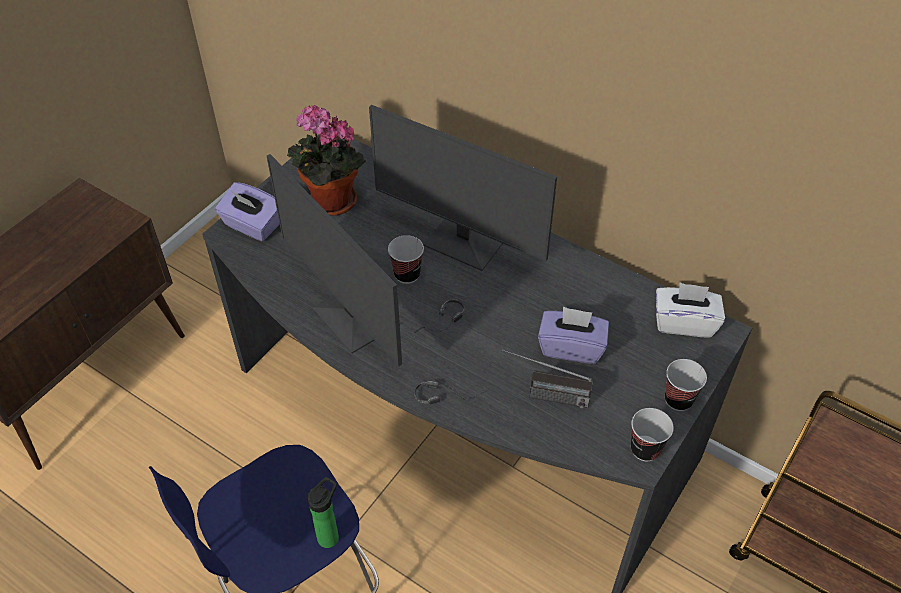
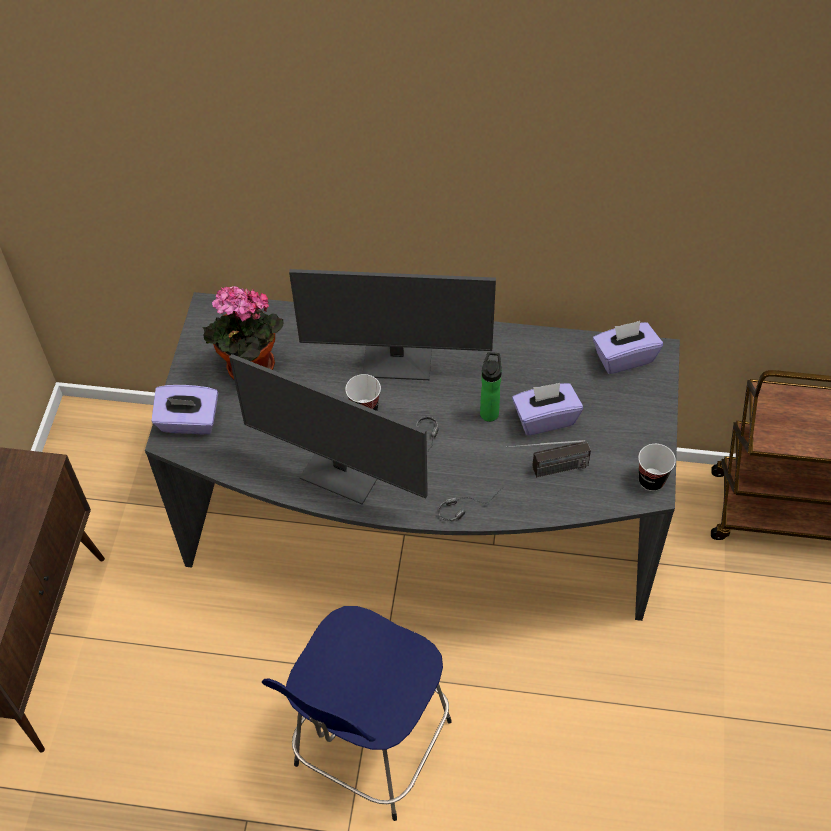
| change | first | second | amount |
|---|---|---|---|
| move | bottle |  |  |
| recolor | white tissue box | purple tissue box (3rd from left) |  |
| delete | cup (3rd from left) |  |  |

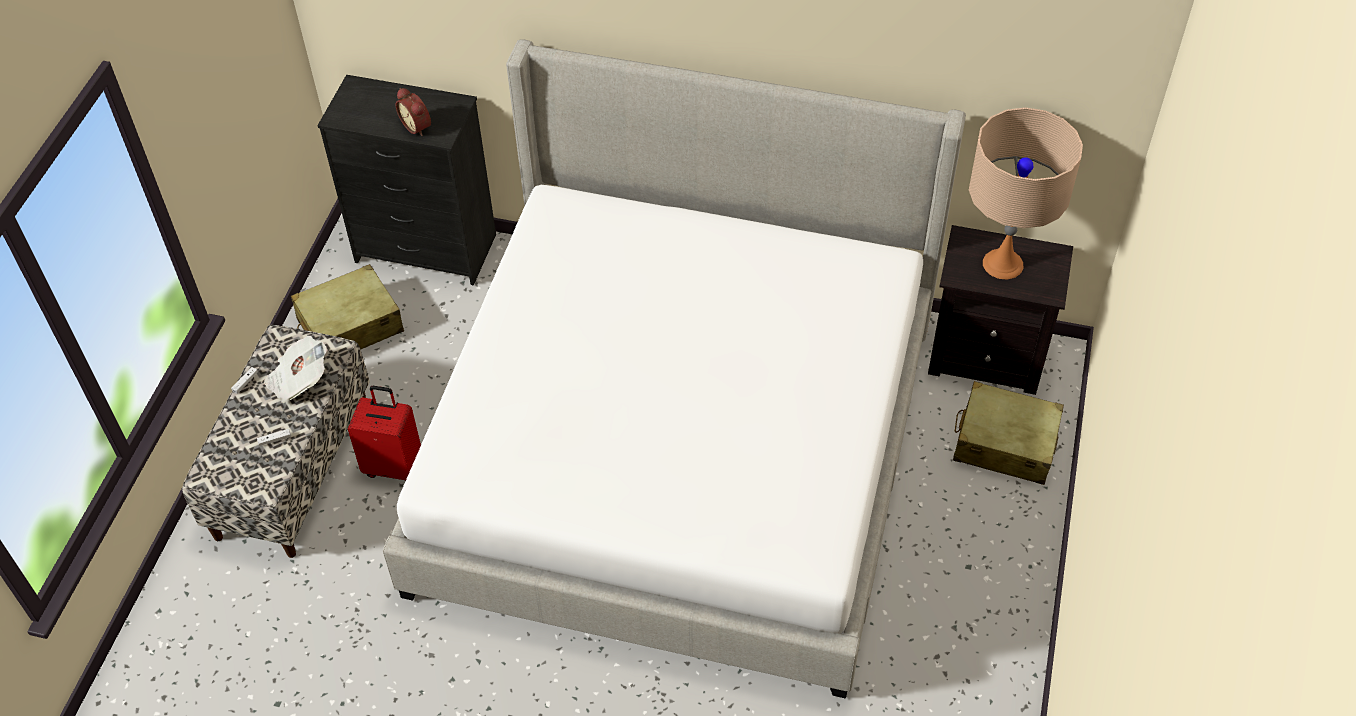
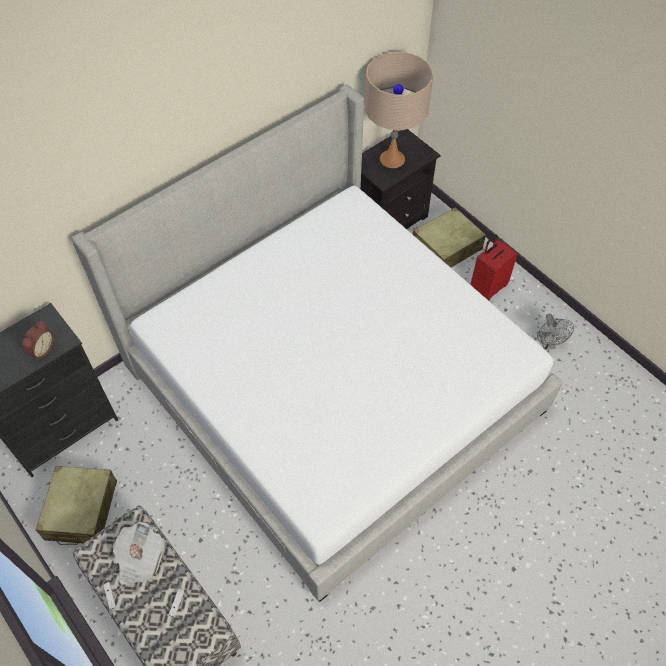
| change | first | second | amount |
|---|---|---|---|
| move | red suitcase |  |  |
| rotate | alarm clock |  | 60 degrees counterclockwise |
| insert |  | grey fan |  |

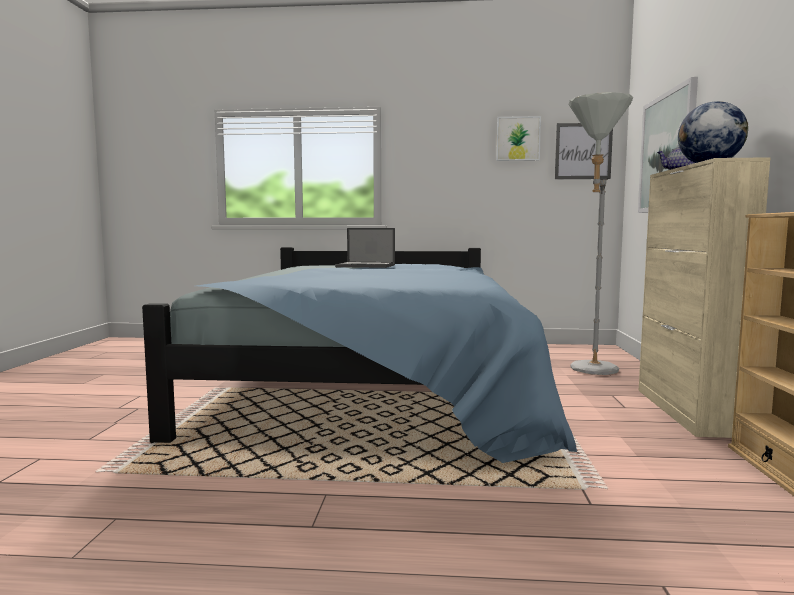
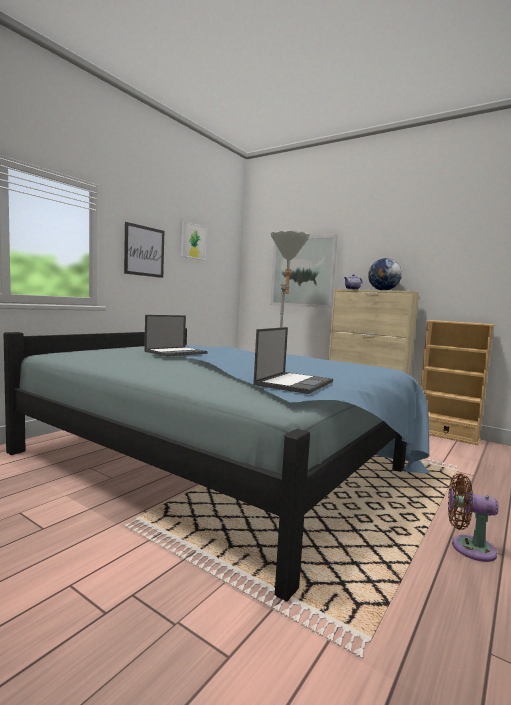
| change | first | second | amount |
|---|---|---|---|
| move | picture (2nd from left in the first image) | picture (1st from left) |  |
| insert |  | laptop (2nd from left) |  |
| insert |  | brown fan |  |

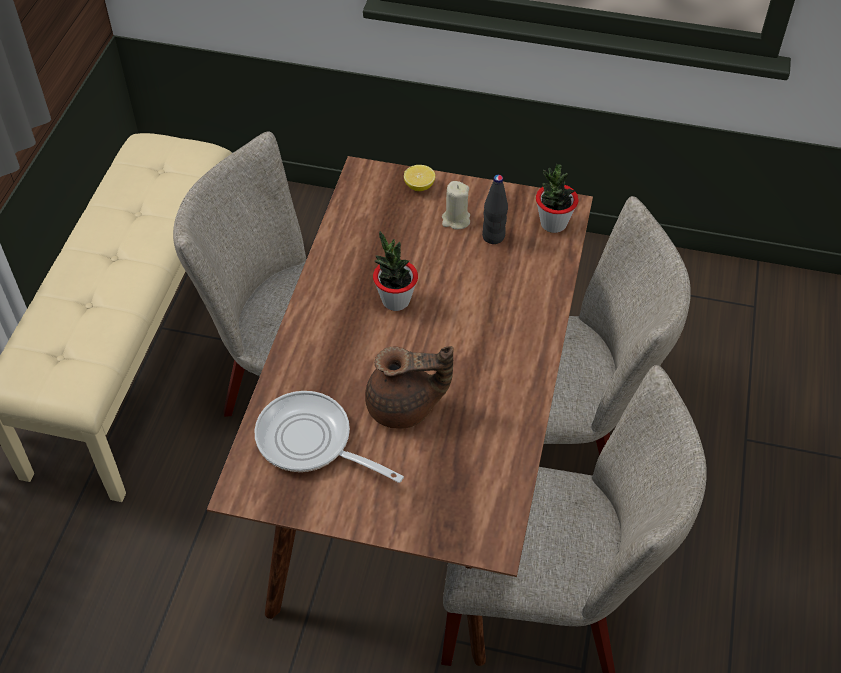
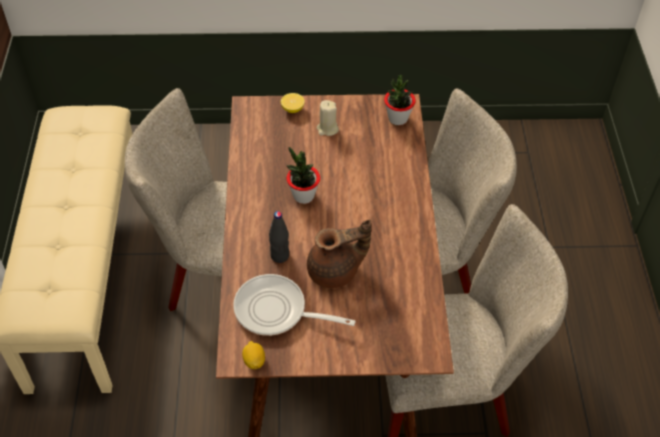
| change | first | second | amount |
|---|---|---|---|
| move | black bottle |  |  |
| insert |  | lemon (1st from left) |  |

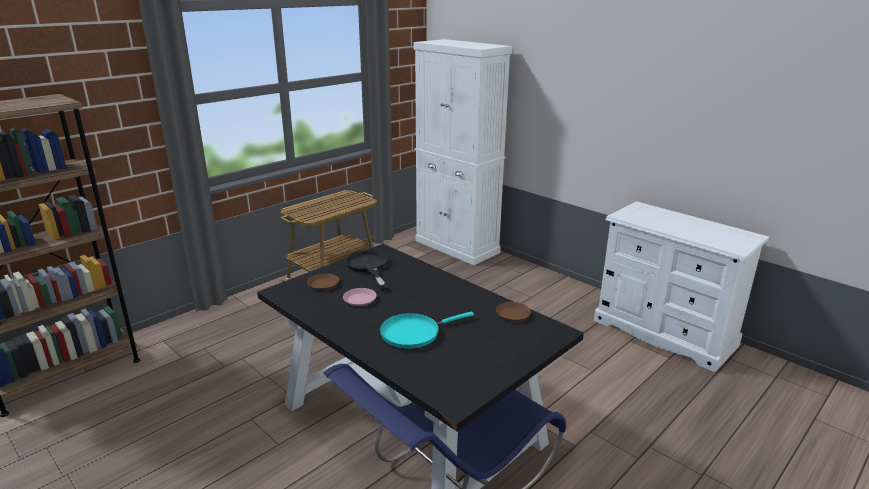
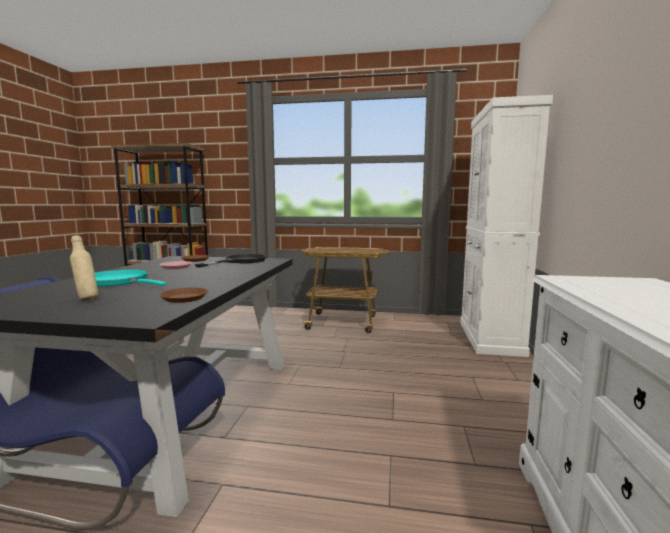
| change | first | second | amount |
|---|---|---|---|
| insert |  | beige bottle |  |

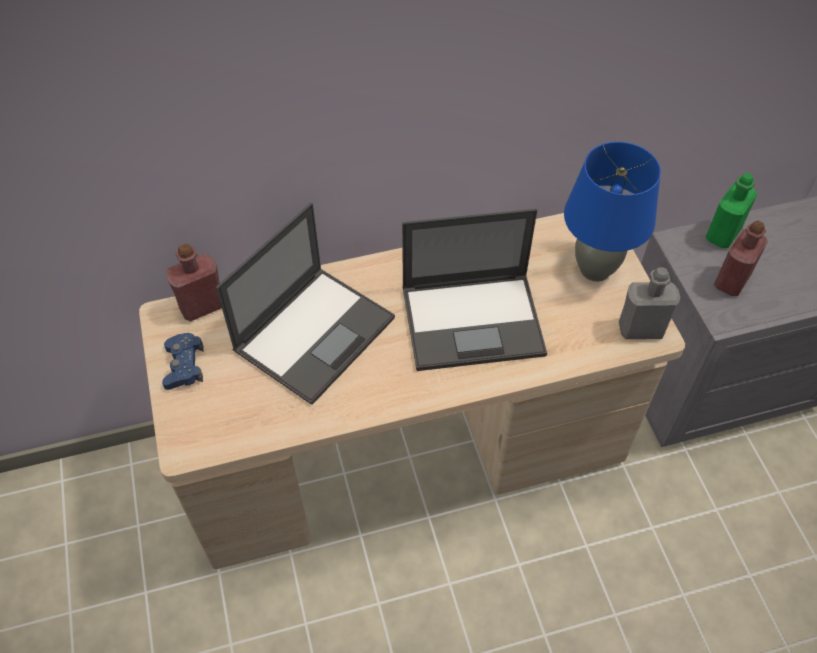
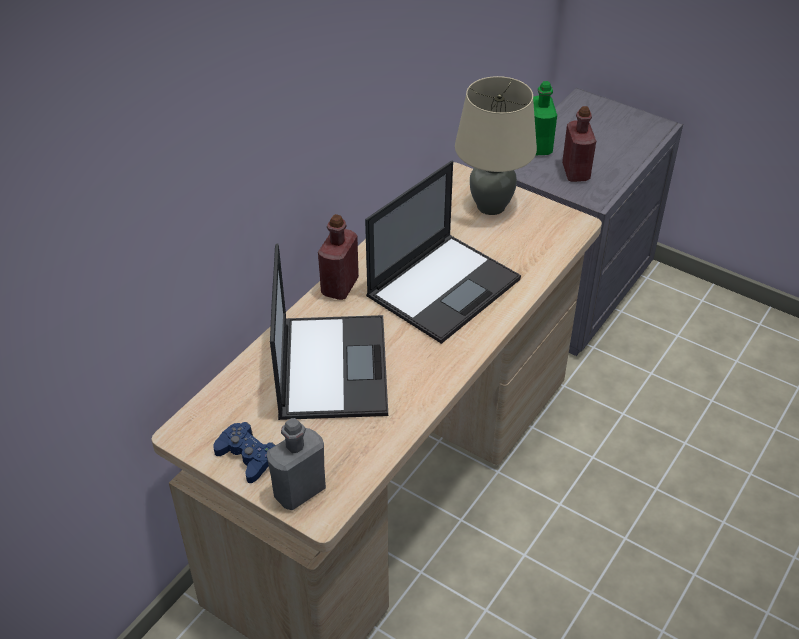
| change | first | second | amount |
|---|---|---|---|
| move | red bottle (1st from left) |  |  |
| recolor | blue table lamp | beige table lamp |  |
| move | grey bottle |  |  |

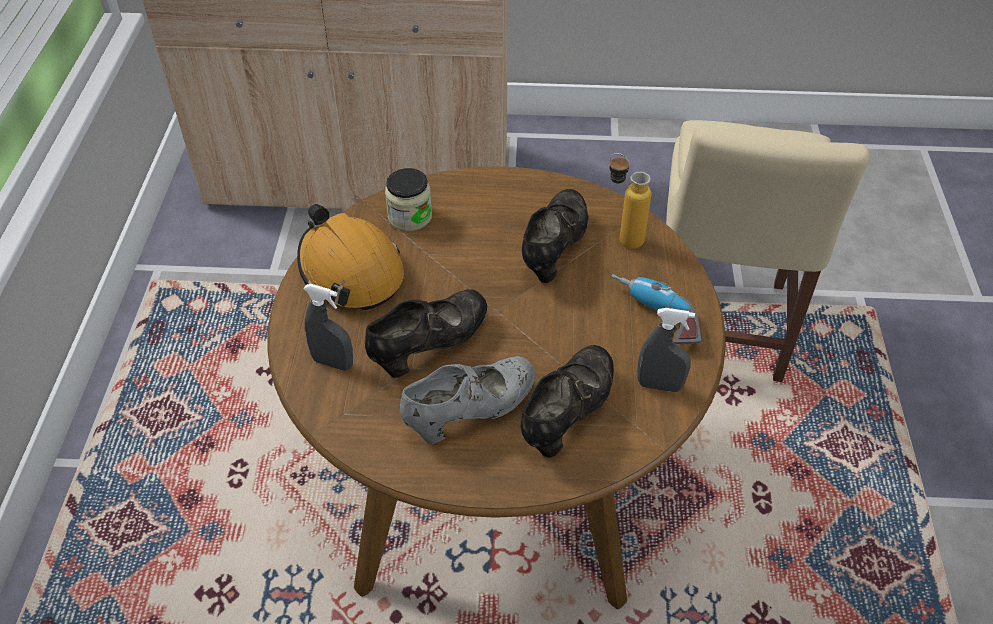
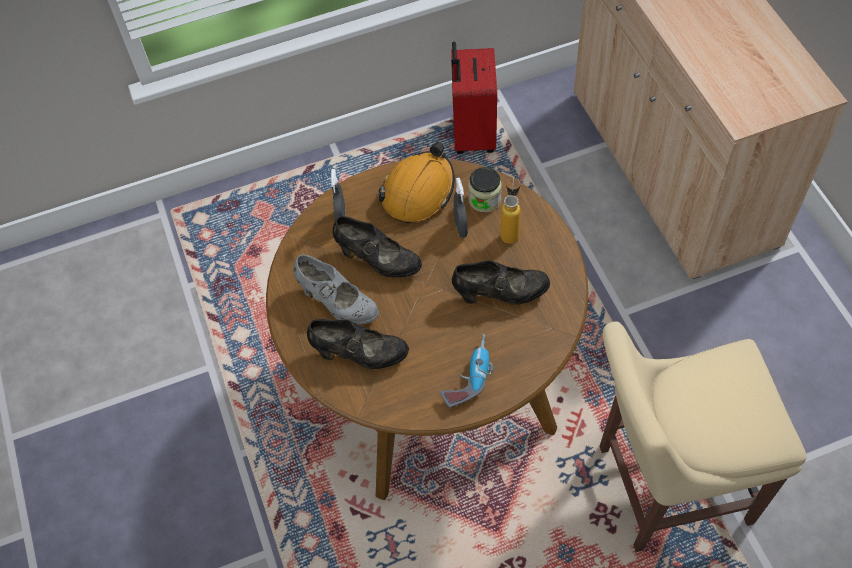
| change | first | second | amount |
|---|---|---|---|
| move | bottle |  |  |
| move | grey spray bottle (2nd from left) |  |  |
| insert |  | red suitcase |  |

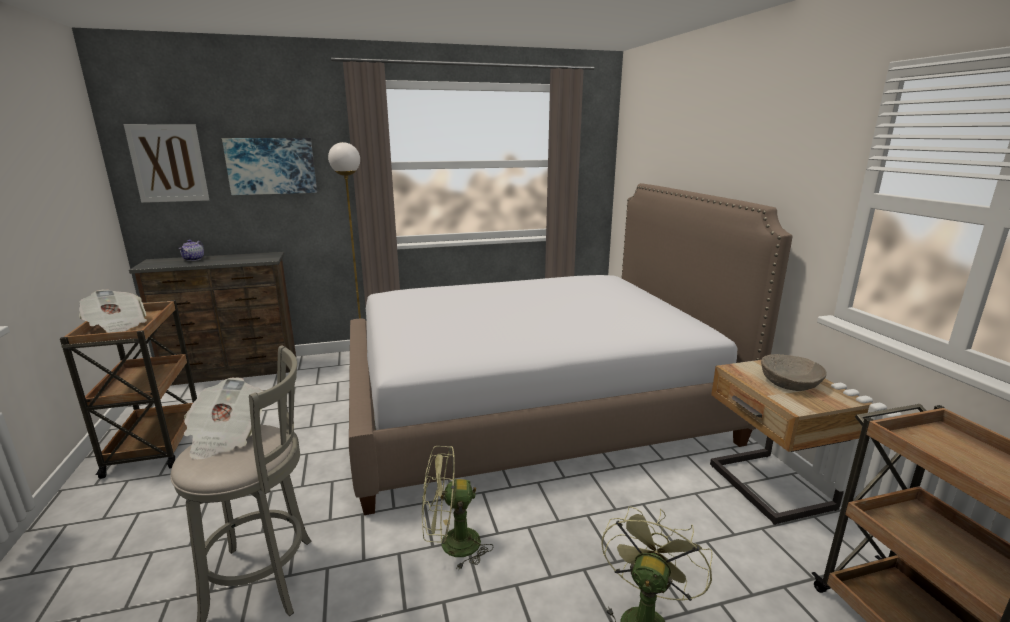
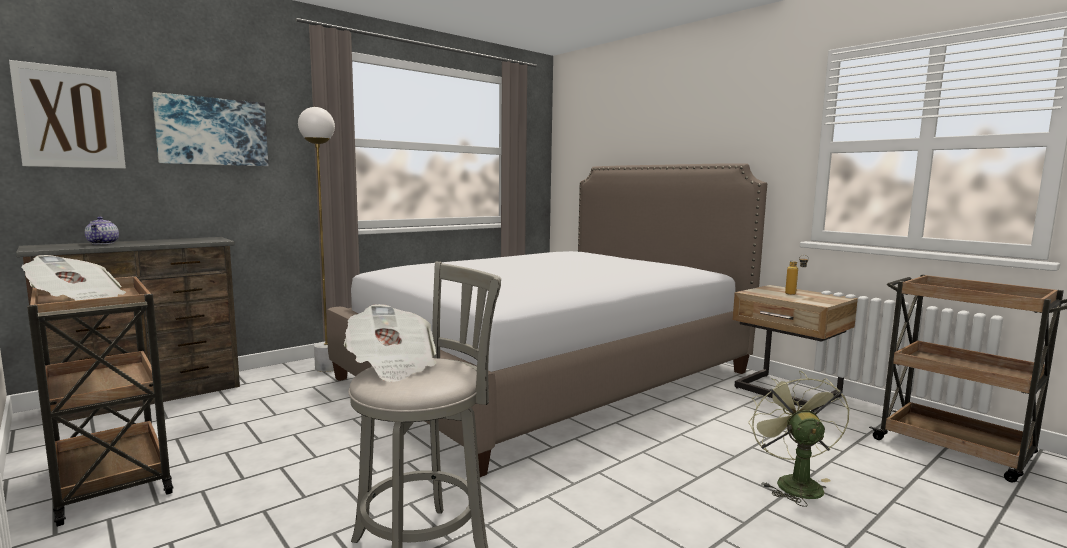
| change | first | second | amount |
|---|---|---|---|
| delete | green fan (1st from left) |  |  |
| replace | beige bowl | bottle |  |

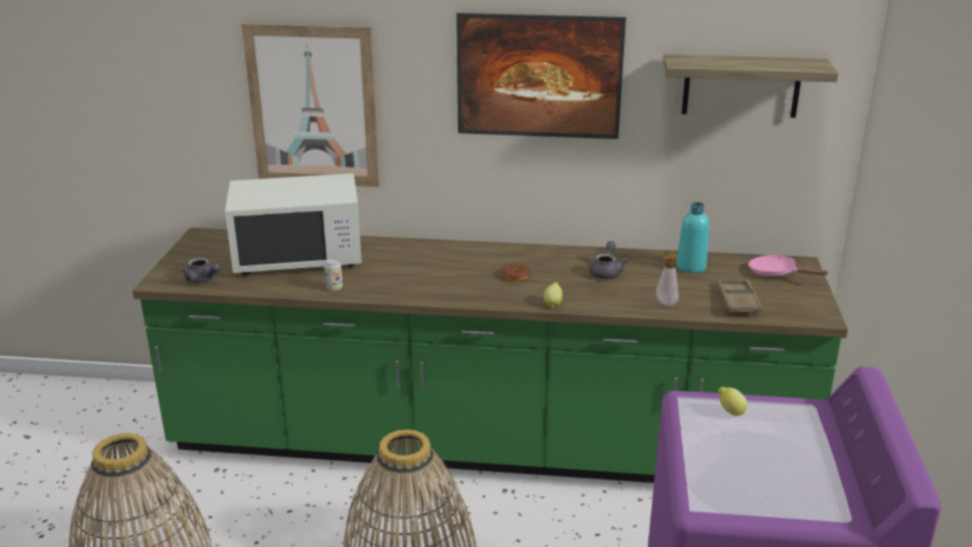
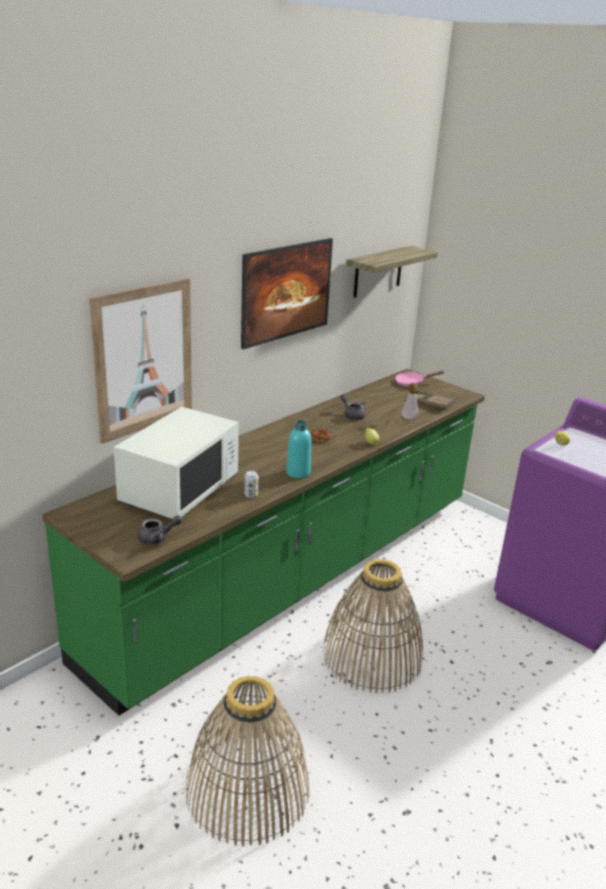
| change | first | second | amount |
|---|---|---|---|
| move | turquoise bottle |  |  |

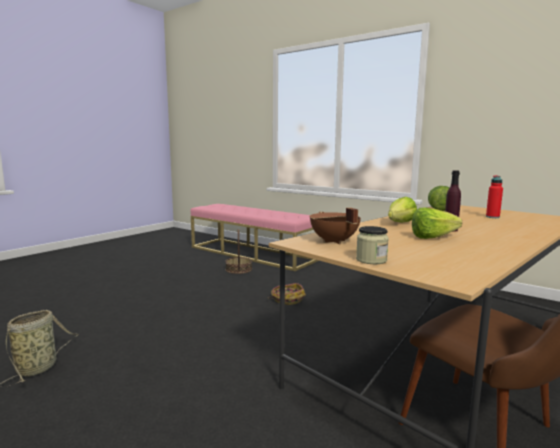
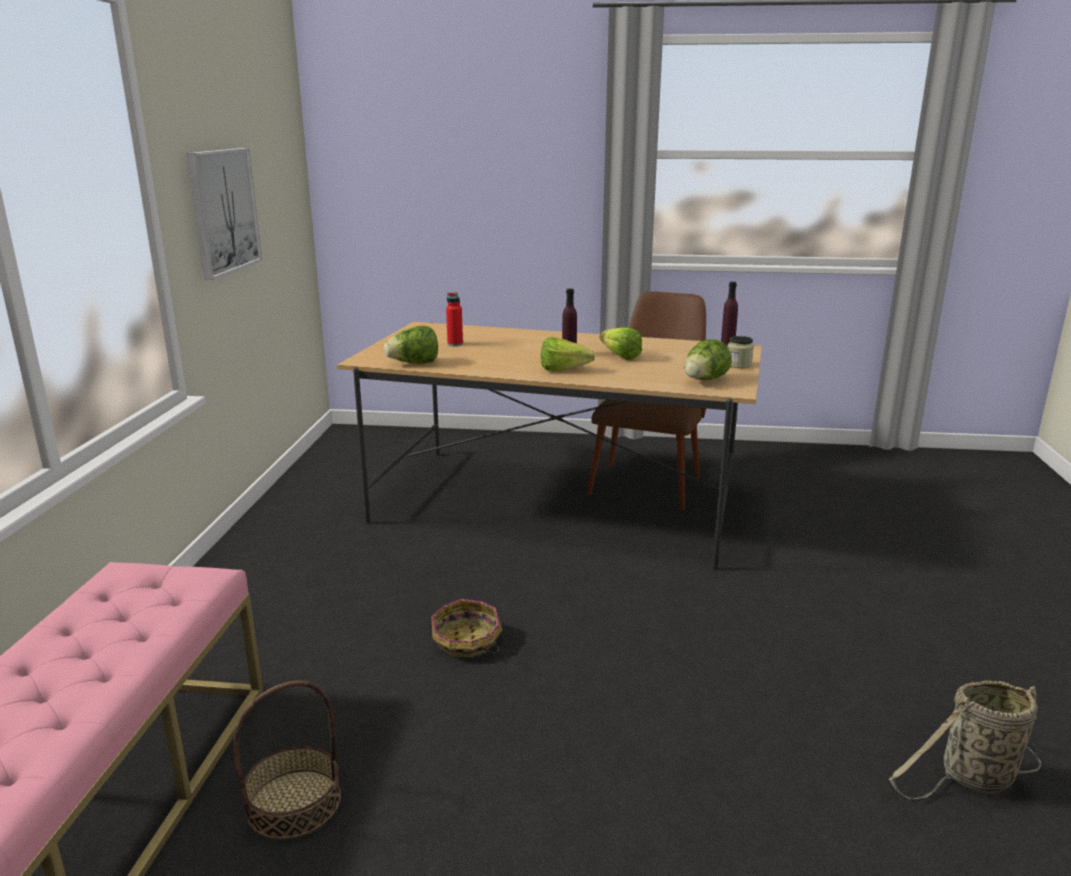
| change | first | second | amount |
|---|---|---|---|
| replace | brown cooking pot | lettuce (4th from left) |  |
| insert |  | picture |  |
| insert |  | purple bottle (2nd from left) |  |

